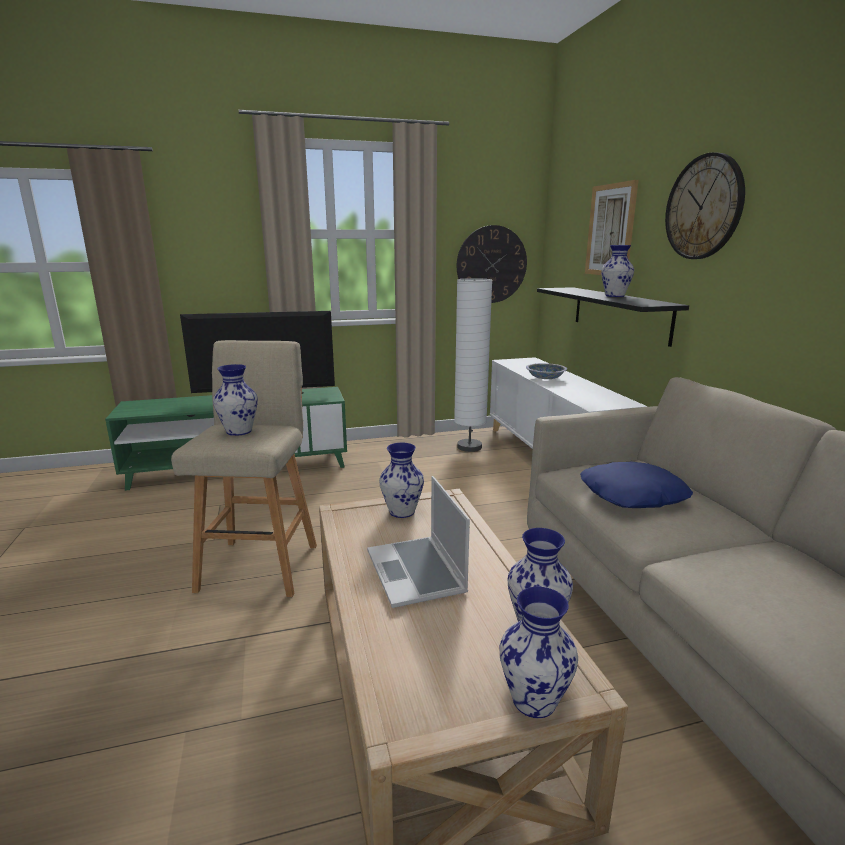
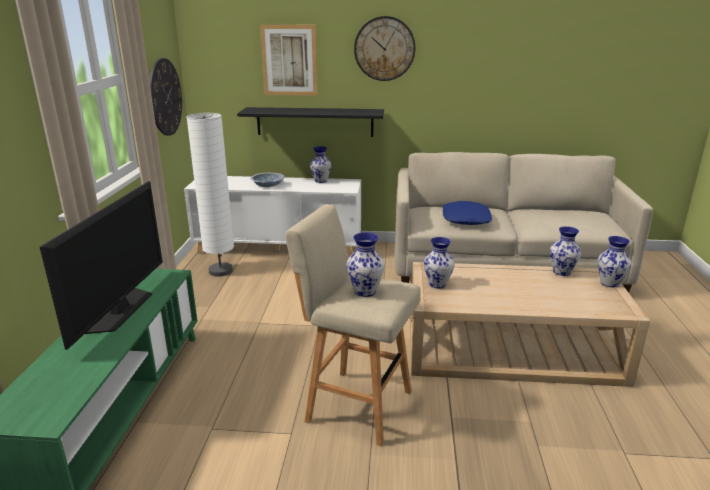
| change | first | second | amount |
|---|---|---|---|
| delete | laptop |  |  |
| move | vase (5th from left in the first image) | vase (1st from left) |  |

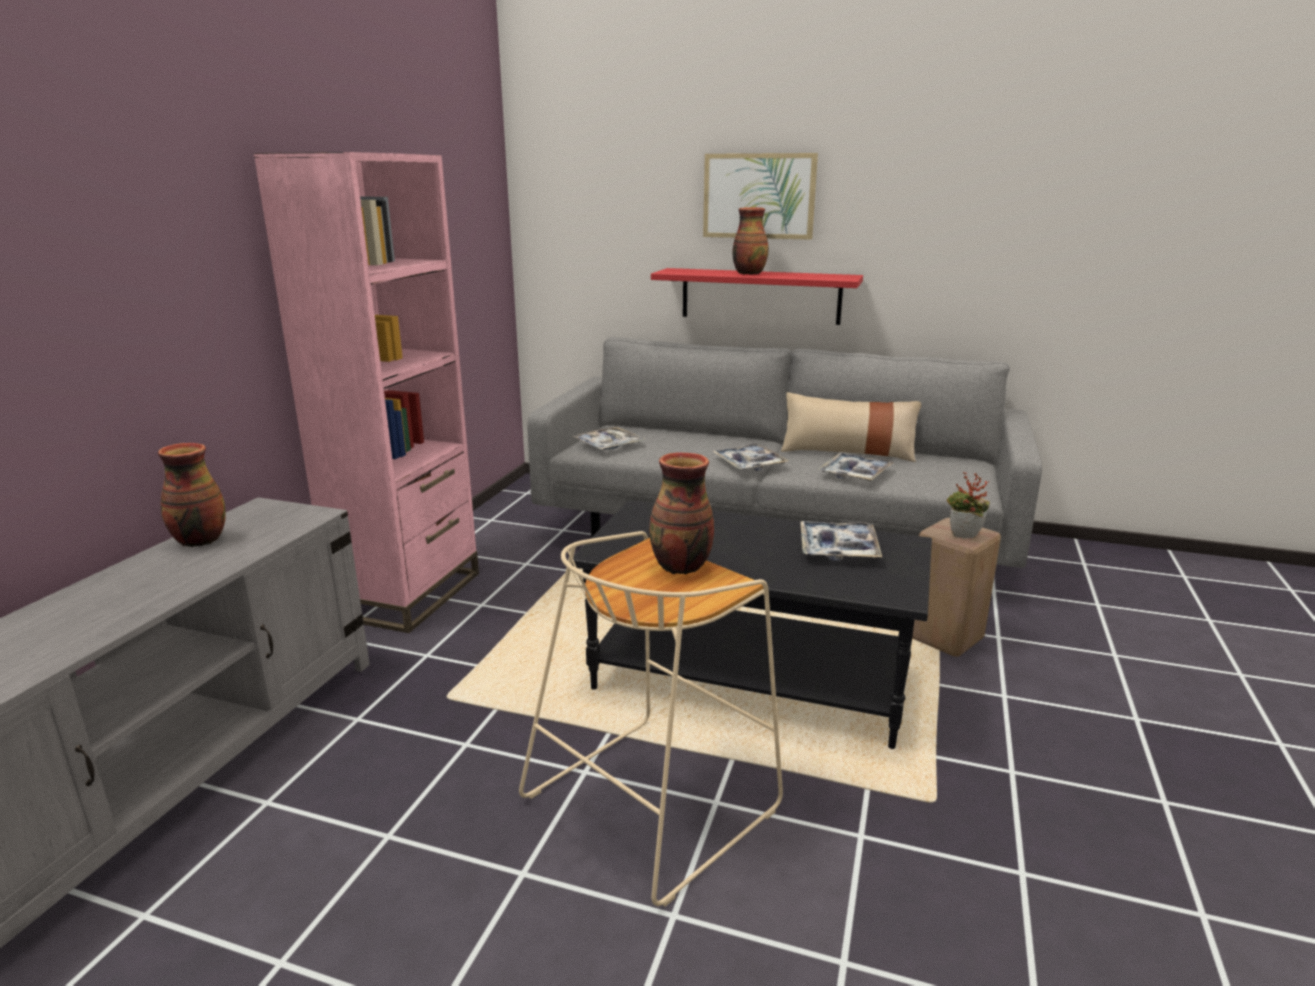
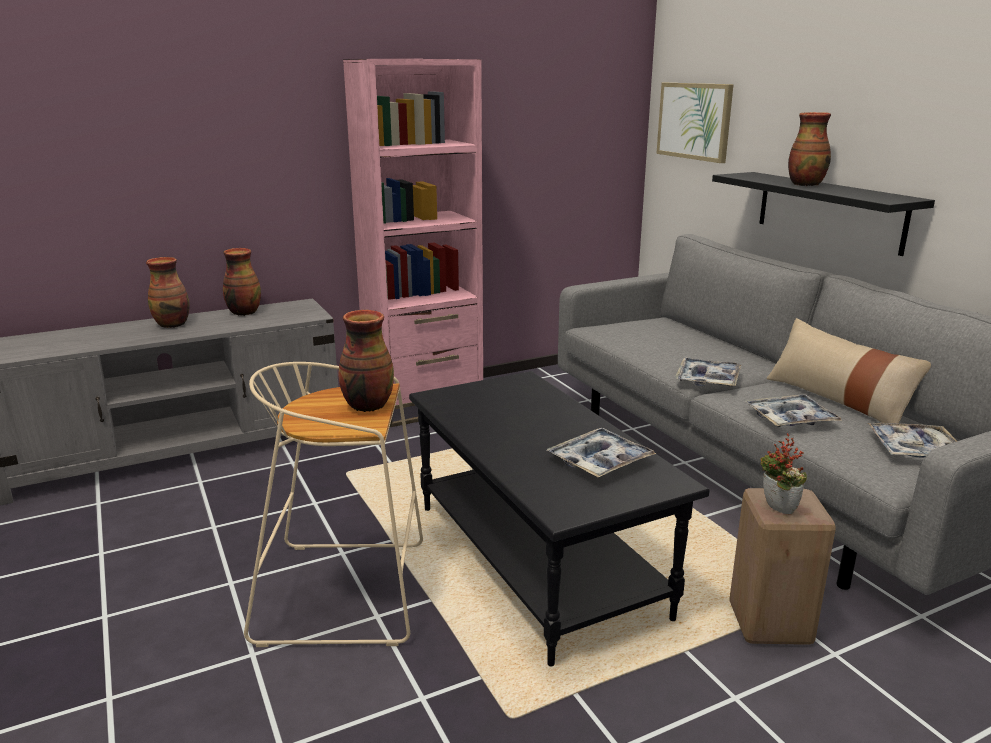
| change | first | second | amount |
|---|---|---|---|
| move | tray (1st from left in the first image) | tray (4th from left) |  |
| recolor | red shelf | black shelf |  |
| move | picture |  |  |
| insert |  | vase (1st from left) |  |

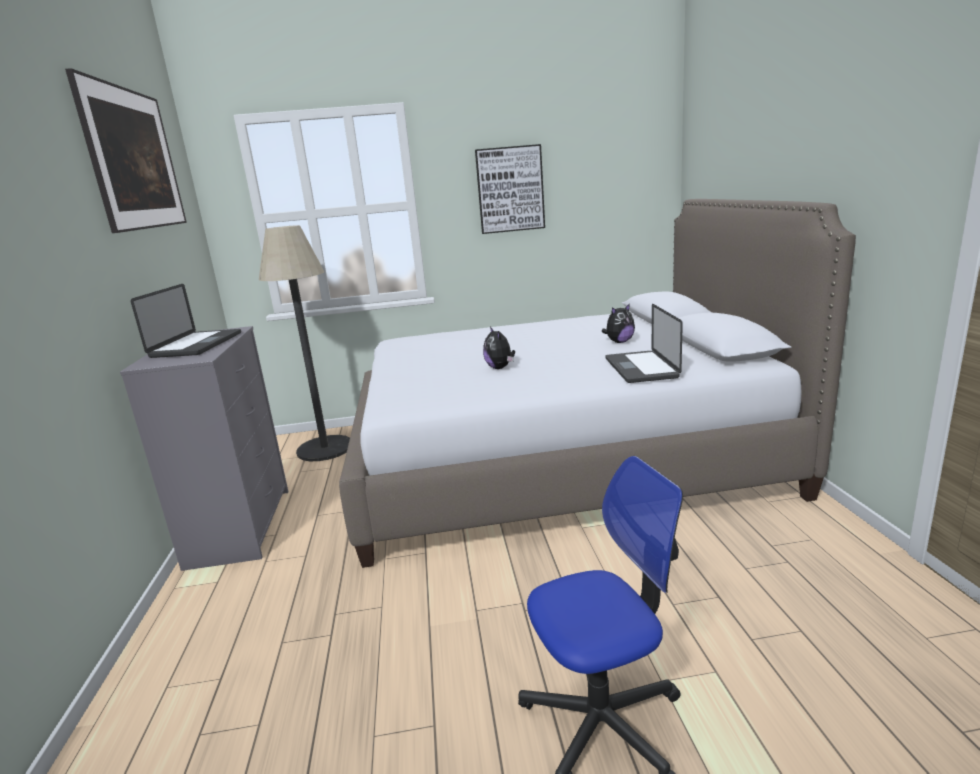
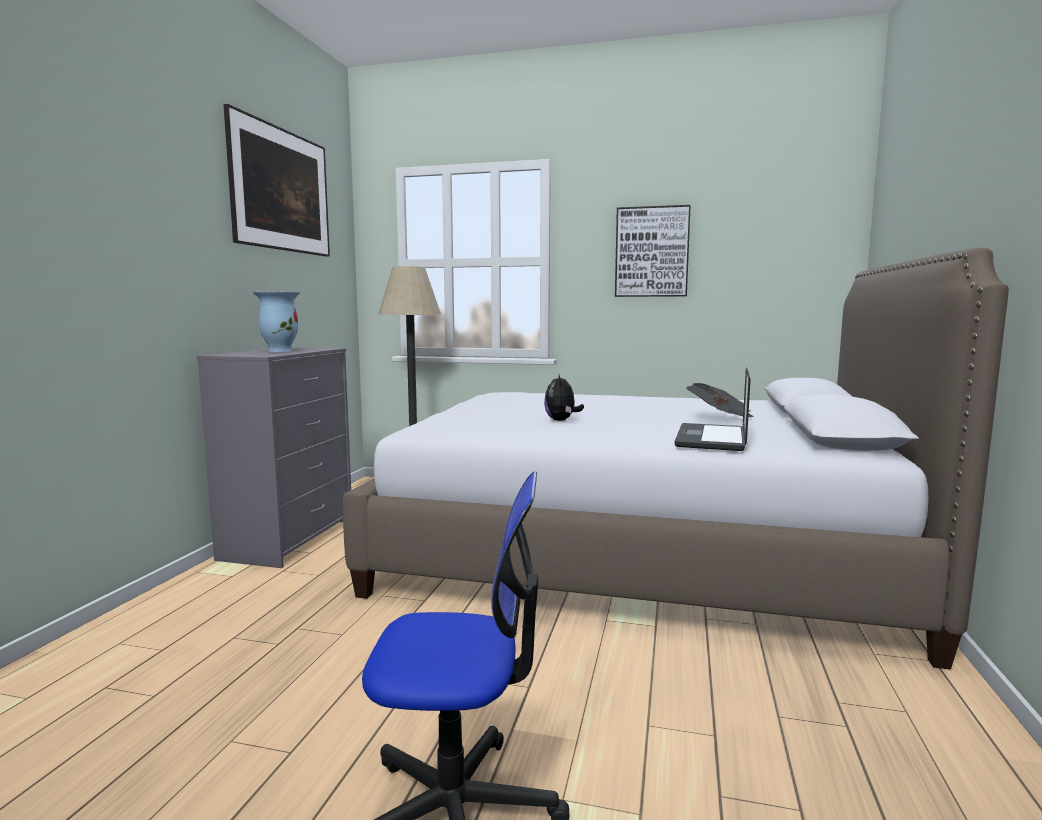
| change | first | second | amount |
|---|---|---|---|
| replace | laptop (1st from left) | vase |  |
| replace | plush toy (2nd from left) | newspaper |  |

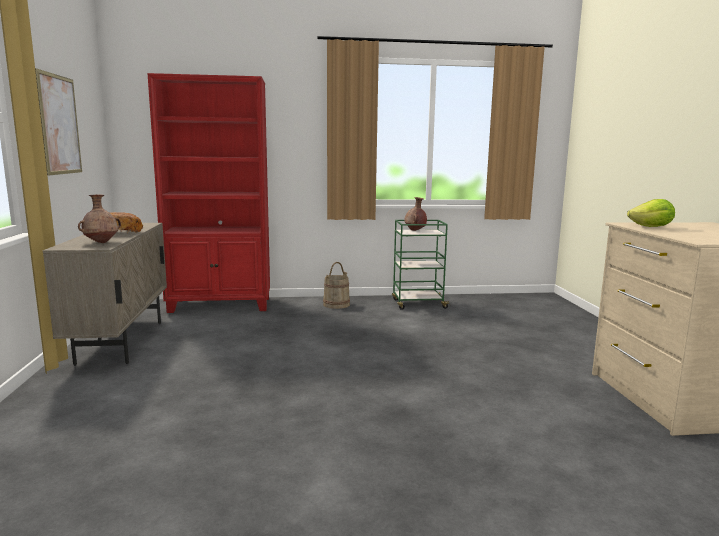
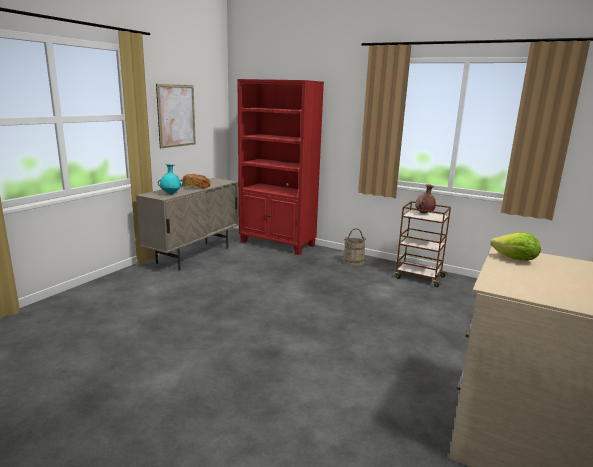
| change | first | second | amount |
|---|---|---|---|
| recolor | brown vase (1st from left) | turquoise vase |  |
| recolor | green cart | brown cart |  |

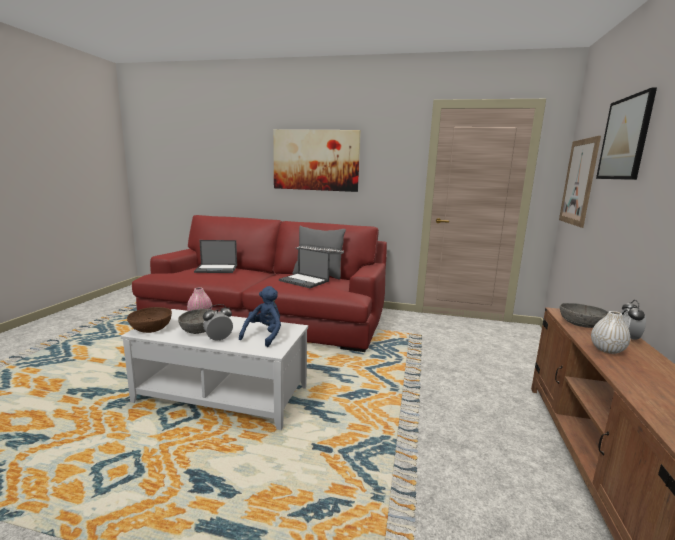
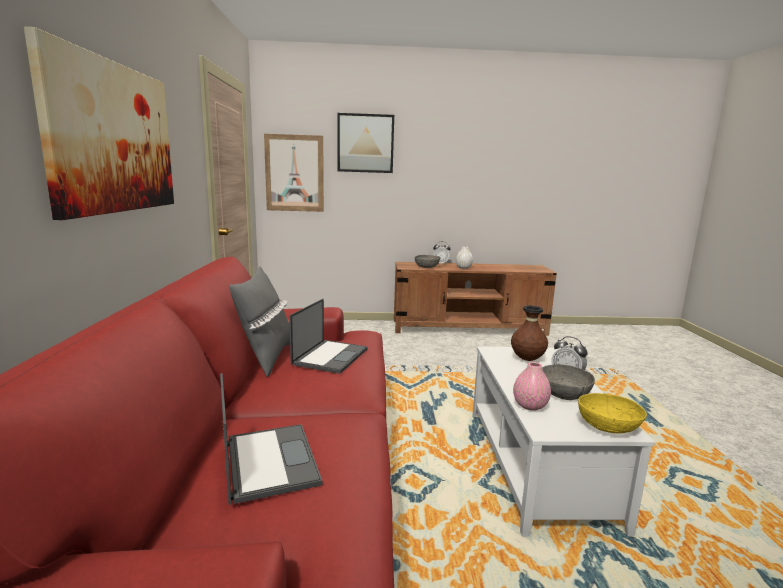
| change | first | second | amount |
|---|---|---|---|
| recolor | brown bowl | yellow bowl |  |
| replace | blue plush toy | brown vase |  |

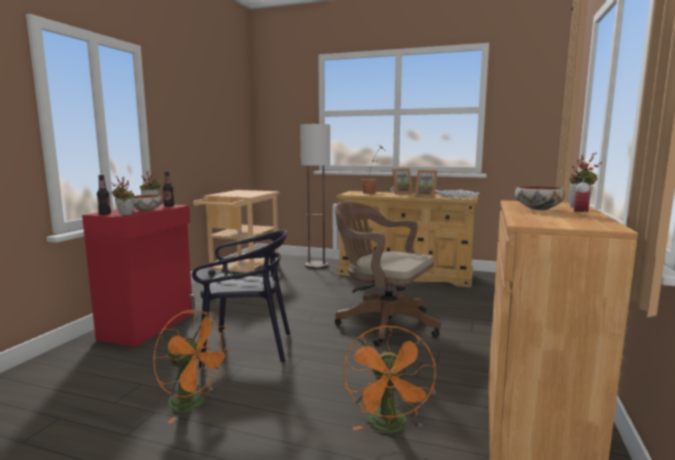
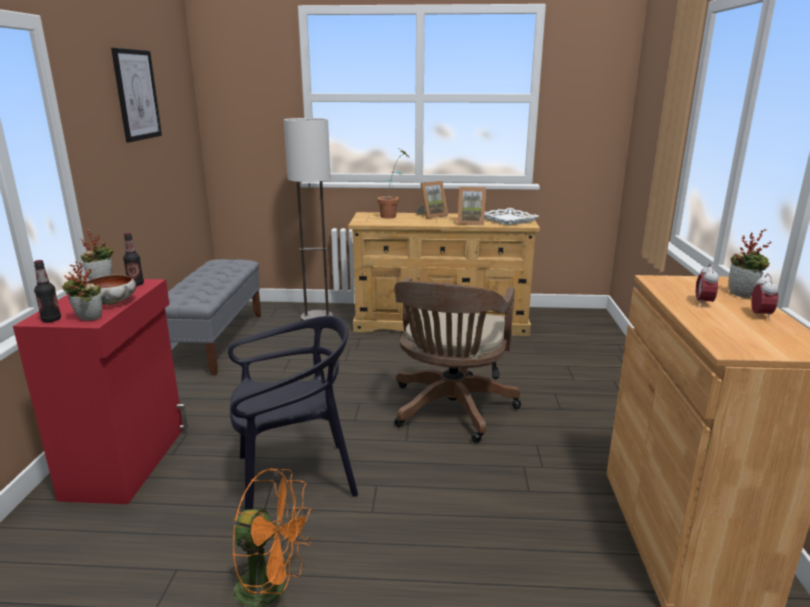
| change | first | second | amount |
|---|---|---|---|
| replace | beige cart | grey bench |  |
| rotate | brown office chair |  | 90 degrees counterclockwise |
| delete | orange fan (2nd from left) |  |  |
| replace | bowl (2nd from left) | alarm clock (1st from left) |  |
| insert |  | picture |  |

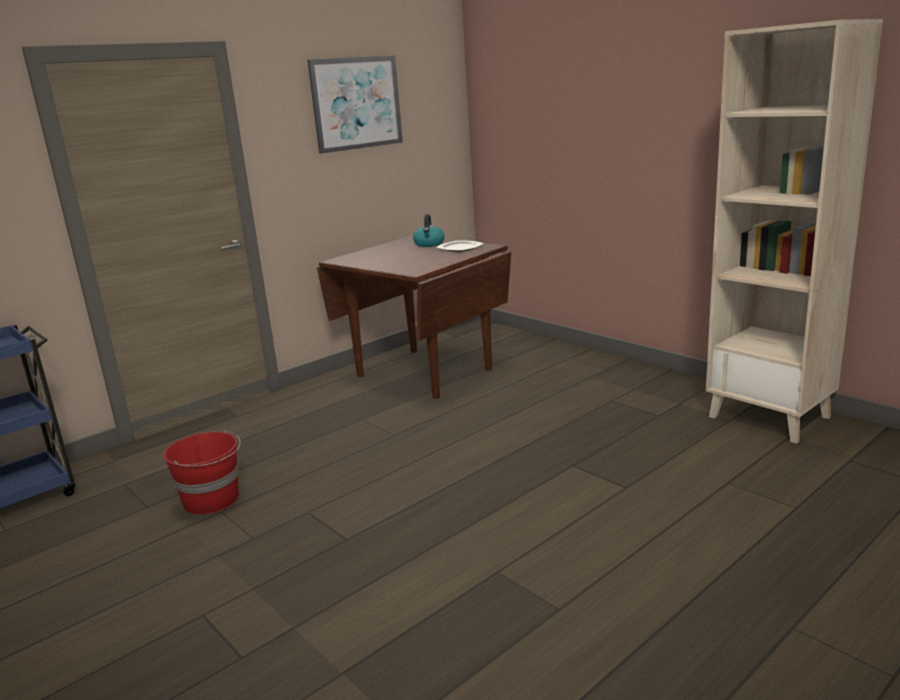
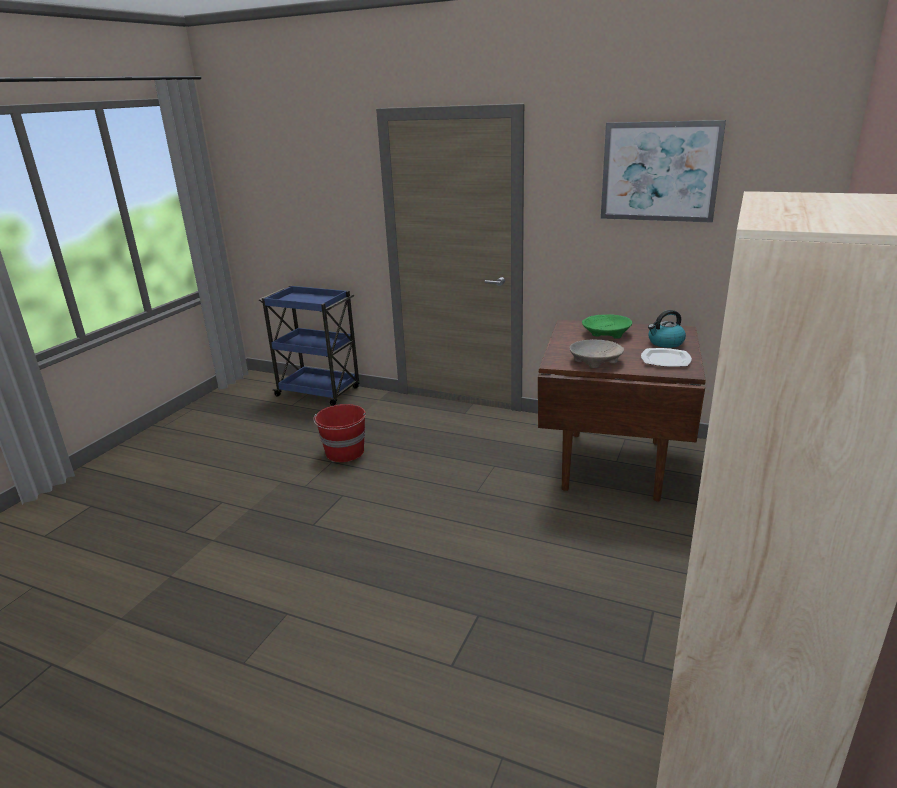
| change | first | second | amount |
|---|---|---|---|
| insert |  | beige bowl |  |
| insert |  | green bowl |  |

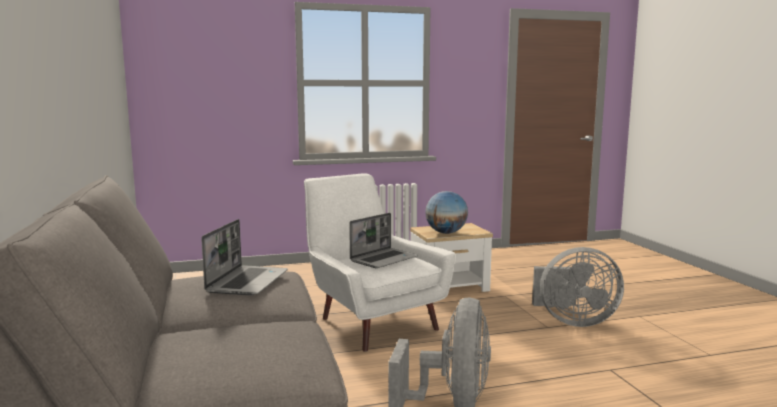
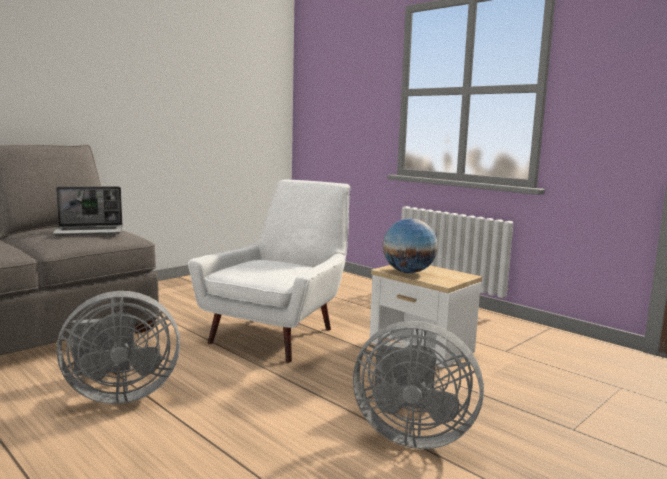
| change | first | second | amount |
|---|---|---|---|
| delete | laptop (2nd from left) |  |  |
| rotate | grey fan (2nd from left) |  | 45 degrees counterclockwise |

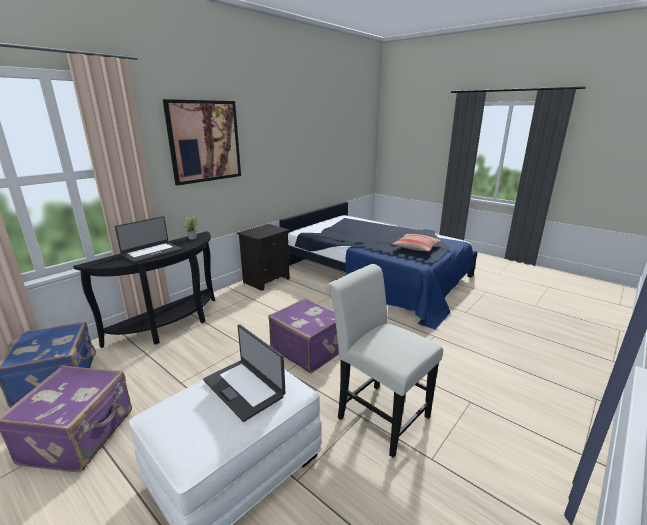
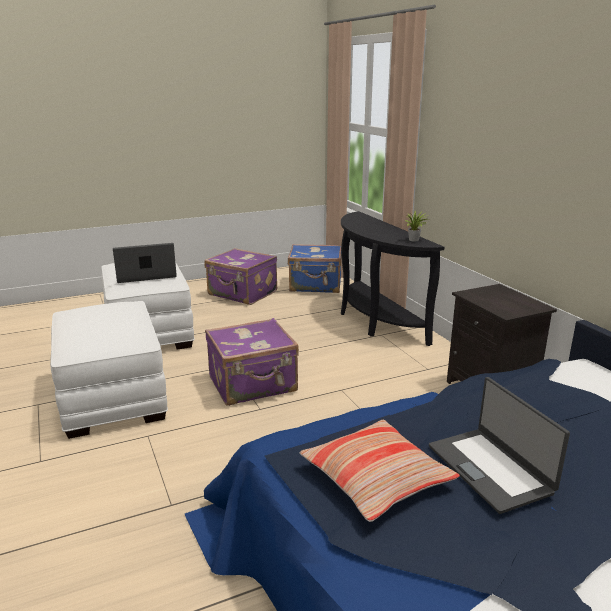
| change | first | second | amount |
|---|---|---|---|
| move | laptop (1st from left in the first image) | laptop (2nd from left) |  |
| delete | picture |  |  |
| replace | white chair | white ottoman (1st from left) |  |

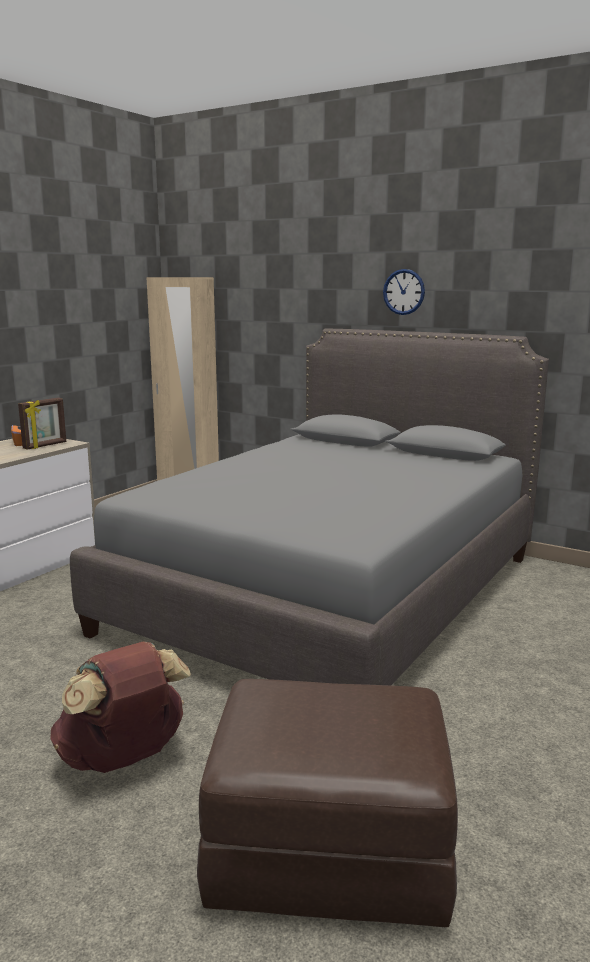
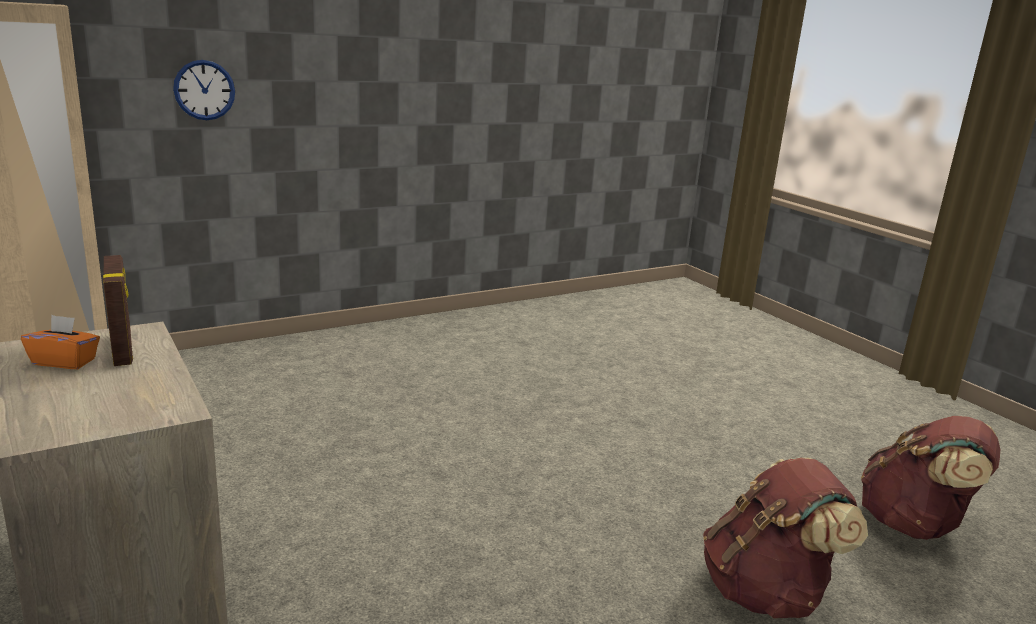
| change | first | second | amount |
|---|---|---|---|
| delete | grey bed |  |  |
| replace | brown ottoman | brown backpack (2nd from left) |  |
| move | wall clock |  |  |

